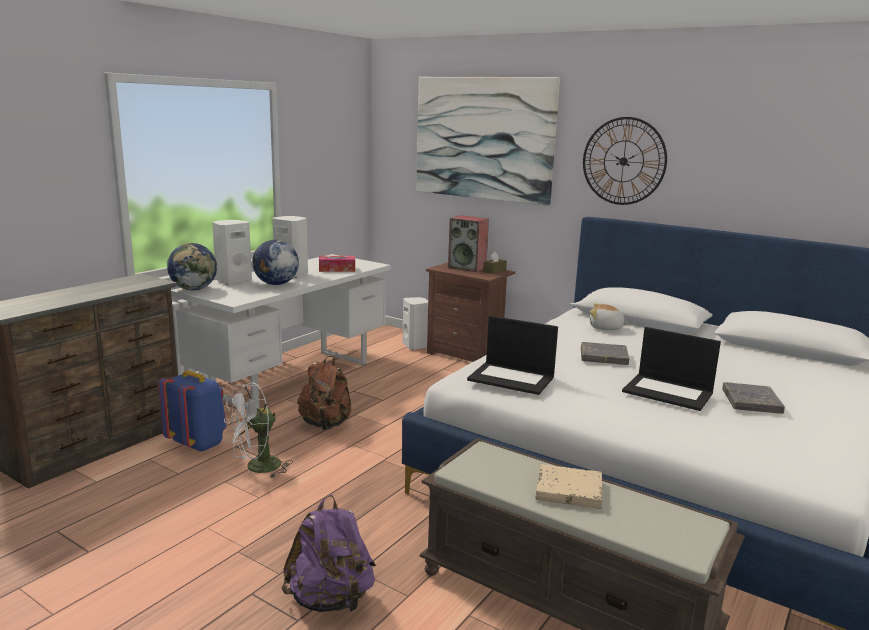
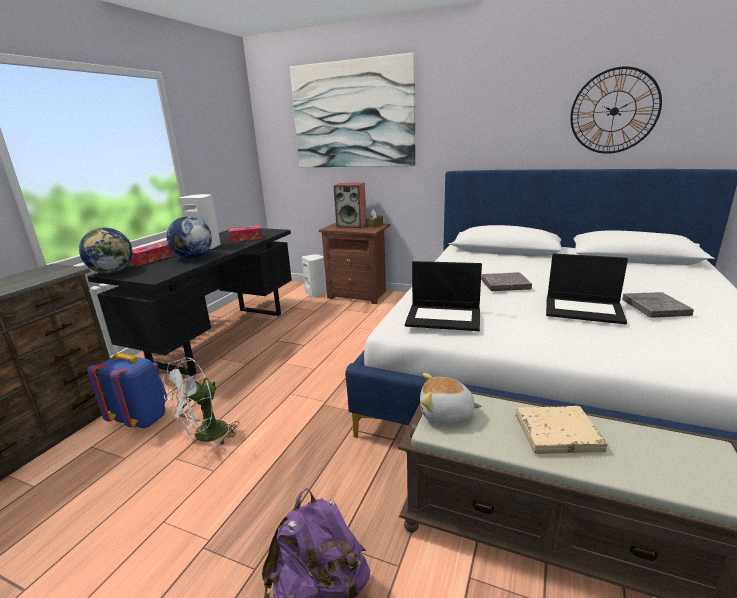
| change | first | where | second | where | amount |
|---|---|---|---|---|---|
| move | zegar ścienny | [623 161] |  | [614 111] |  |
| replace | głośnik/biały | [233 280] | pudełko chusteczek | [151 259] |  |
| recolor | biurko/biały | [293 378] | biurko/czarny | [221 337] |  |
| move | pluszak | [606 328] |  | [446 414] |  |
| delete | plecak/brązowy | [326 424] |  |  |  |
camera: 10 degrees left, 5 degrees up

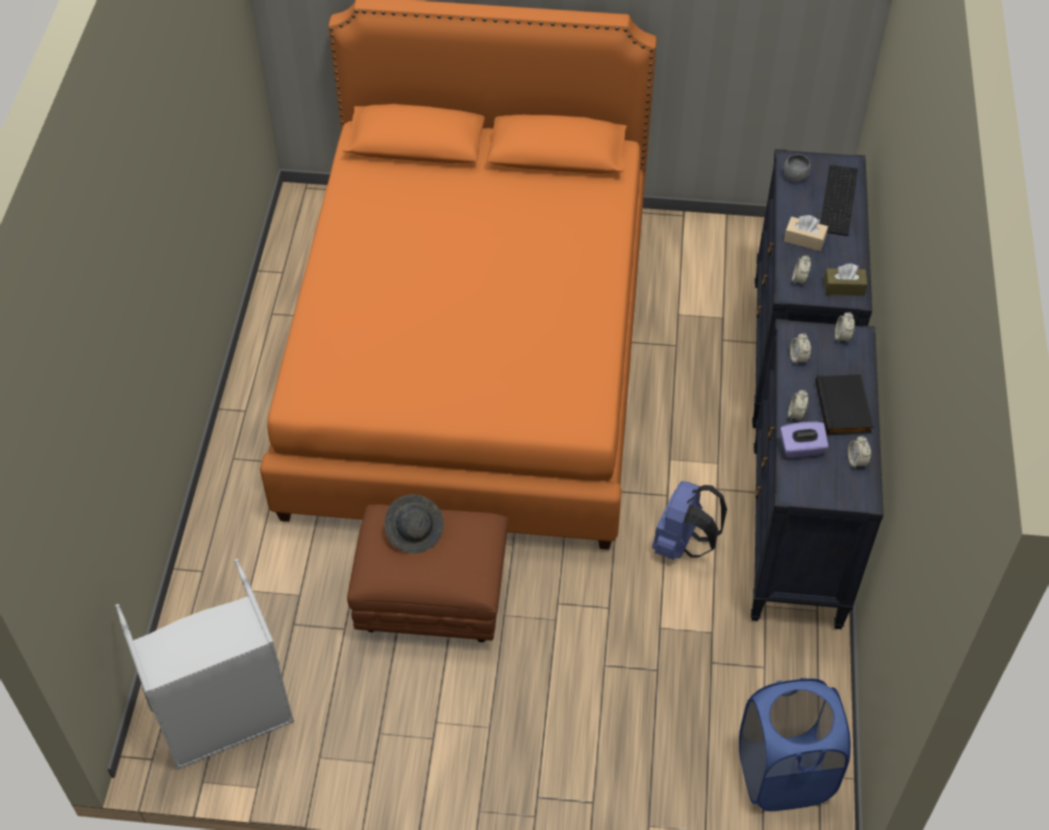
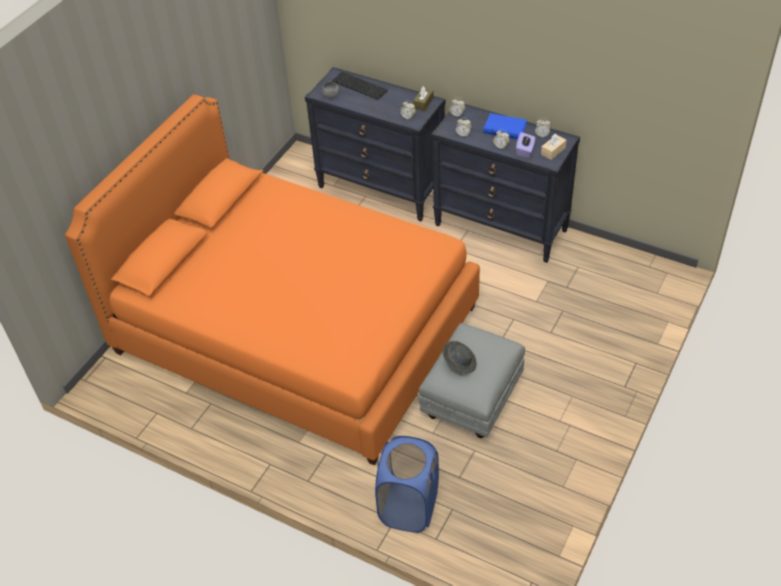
| change | first | where | second | where | amount |
|---|---|---|---|---|---|
| move | pudełko chusteczek/beżowy | [804 239] |  | [553 151] |  |
| recolor | książka/czarny | [844 408] | książka/niebieski | [505 128] |  |
| delete | plecak/niebieski | [683 543] |  |  |  |
| recolor | pufa/brązowy | [434 599] | pufa/szary | [472 398] |  |
| delete | kosz na pranie/szary | [225 718] |  |  |  |
| move | kosz na pranie/niebieski | [784 774] |  | [409 507] |  |
camera: 65 degrees left, 5 degrees down

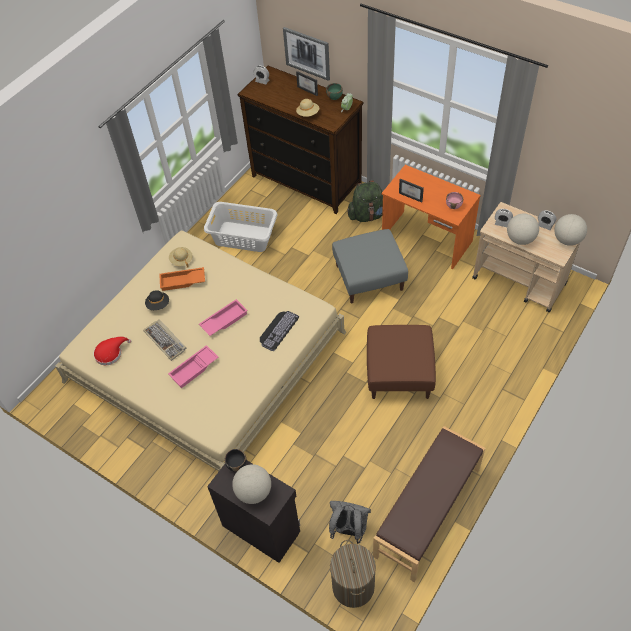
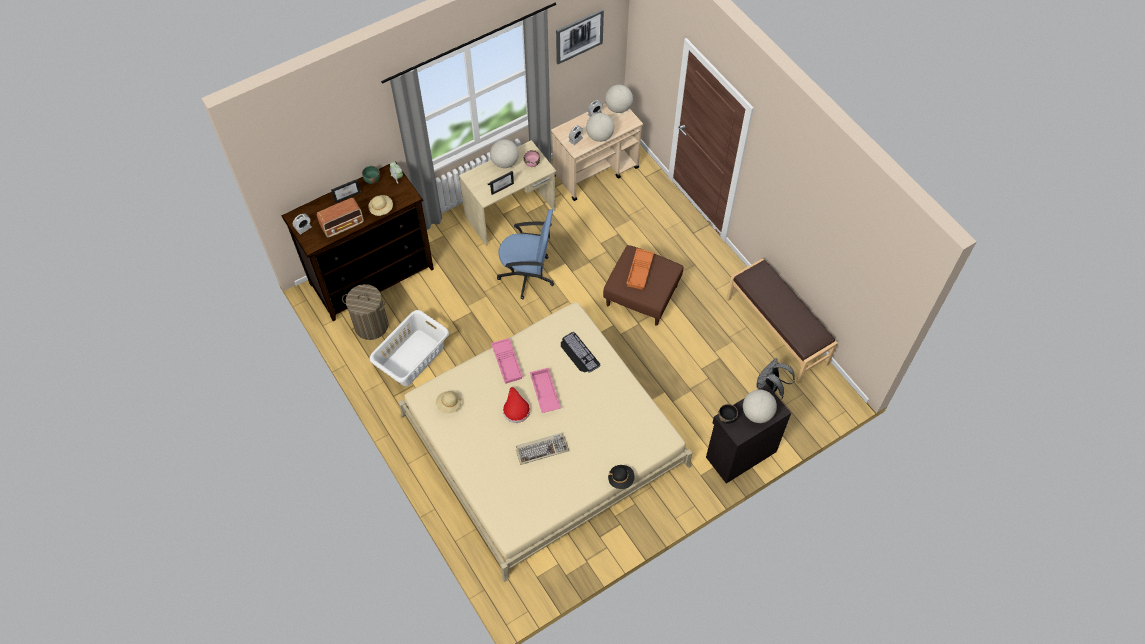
| change | first | where | second | where | amount |
|---|---|---|---|---|---|
| move | obraz | [307 53] |  | [579 36] |  |
| recolor | biurko/pomarańczowy | [426 240] | biurko/beżowy | [511 214] |  |
| delete | plecak/zielony | [368 215] |  |  |  |
| replace | pufa/szary | [369 278] | krzesło biurowe/niebieski | [528 275] |  |
| move | taca/pomarańczowy | [182 282] |  | [640 271] |  |
| move | kapelusz/czarny | [158 304] |  | [621 479] |  |
| move | kapelusz/czerwony | [110 353] |  | [515 408] |  |
| move | taca/różowy | [194 369] |  | [508 362] |  |
| move | kosz na pranie | [353 586] |  | [371 325] |  |
| insert |  |  | globus | [505 162] |  |
| insert |  |  | radio | [343 225] |  |
camera: 70 degrees left, 5 degrees up

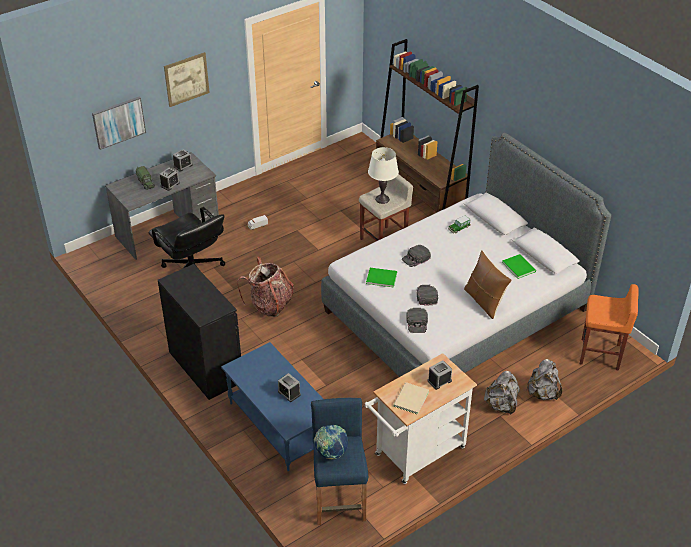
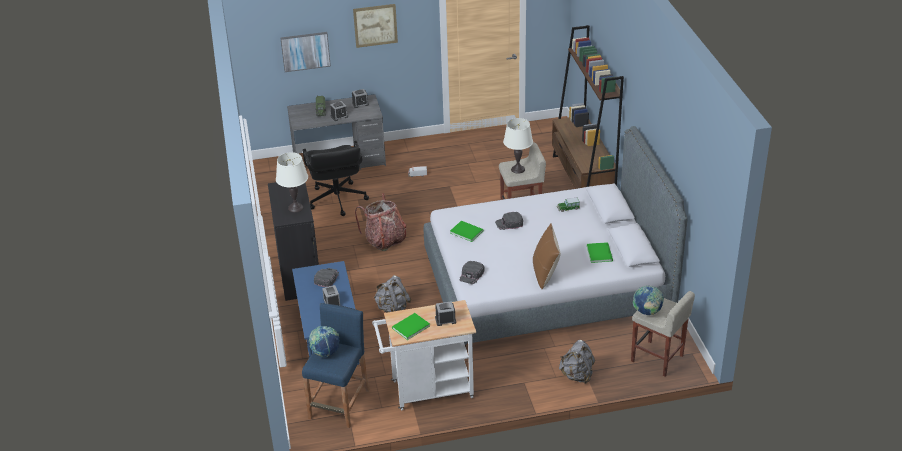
| change | first | where | second | where | amount |
|---|---|---|---|---|---|
| recolor | stołek/pomarańczowy | [600 354] | stołek/beżowy | [657 359] |  |
| move | czapka z daszkiem/czarny | [426 295] |  | [326 278] |  |
| move | plecak/szary | [501 405] |  | [392 308] |  |
| recolor | książka/beżowy | [410 399] | książka/zielony | [409 327] |  |
| insert |  |  | lampa stołowa/biały | [295 208] |  |
| insert |  |  | globus | [647 312] |  |
camera: 25 degrees right, 5 degrees down

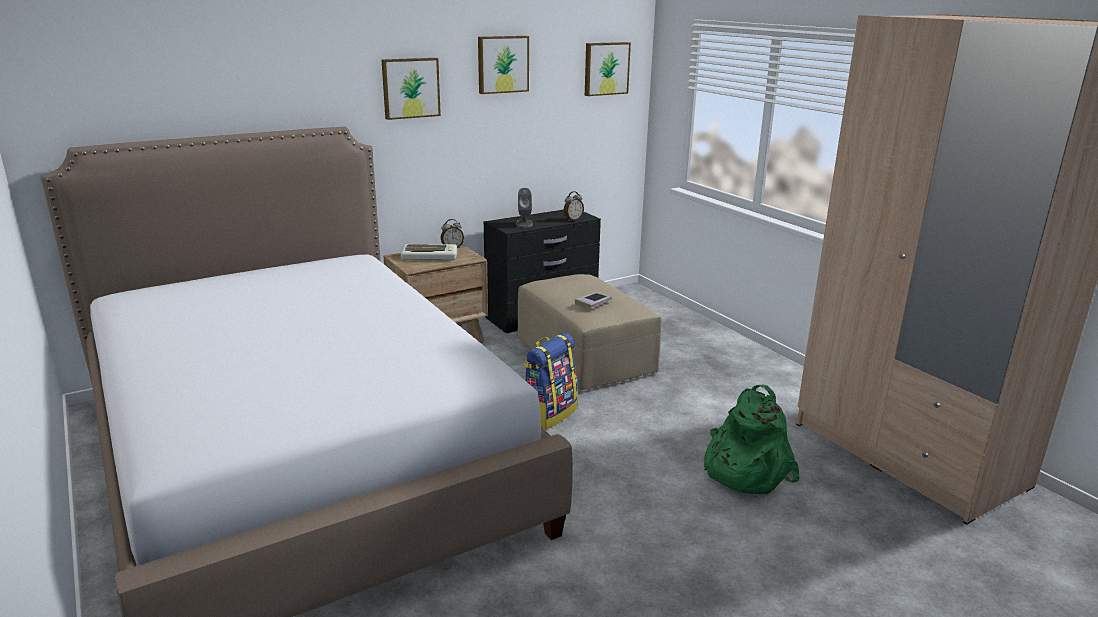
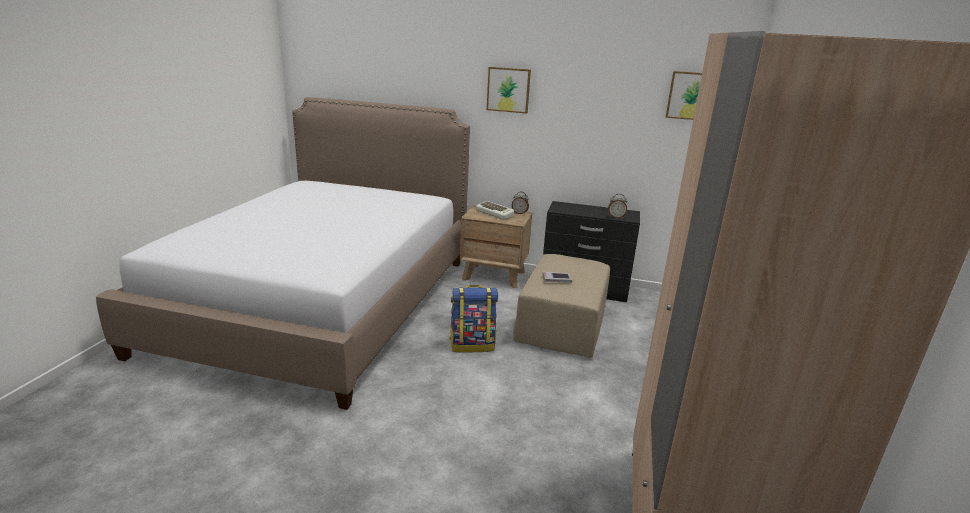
| change | first | where | second | where | amount |
|---|---|---|---|---|---|
| delete | obraz | [502 64] |  |  |  |
| delete | głośnik/szary | [524 223] |  |  |  |
| delete | plecak/zielony | [743 470] |  |  |  |
camera: 45 degrees right, 0 degrees up

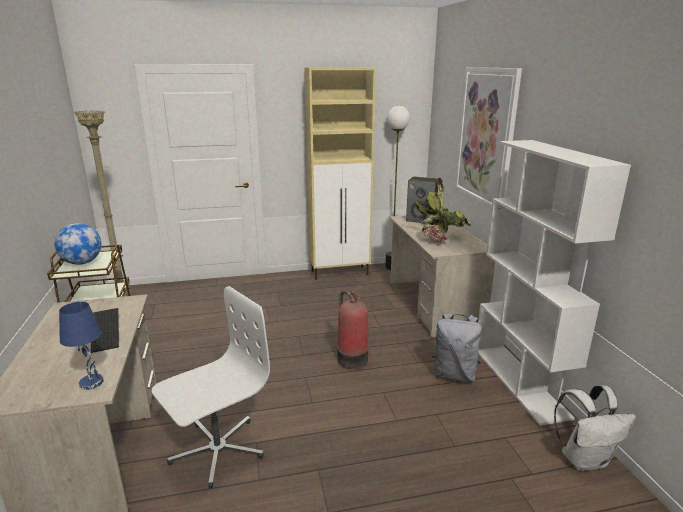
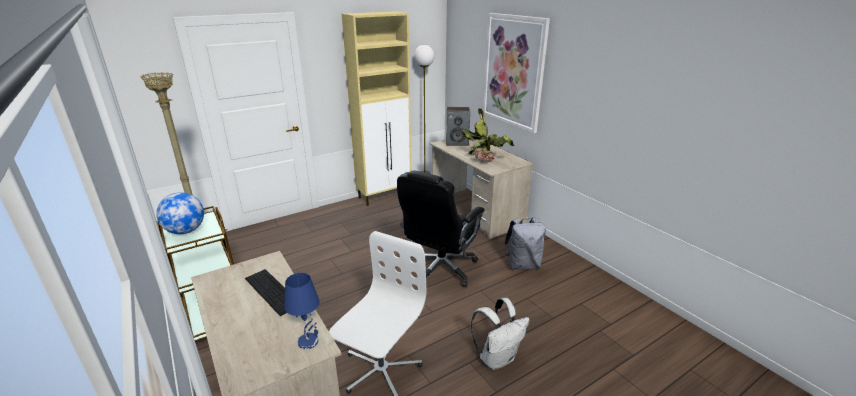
| change | first | where | second | where | amount |
|---|---|---|---|---|---|
| delete | regał/biały | [520 381] |  |  |  |
| replace | gaśnica | [351 358] | krzesło biurowe/czarny | [440 269] |  |
| move | plecak/biały | [584 459] |  | [497 358] |  |
camera: 20 degrees left, 5 degrees up

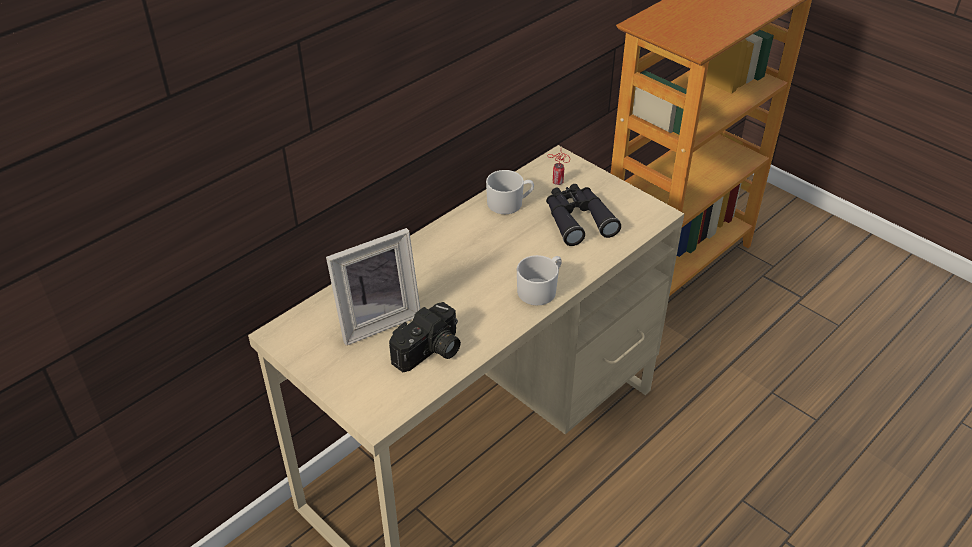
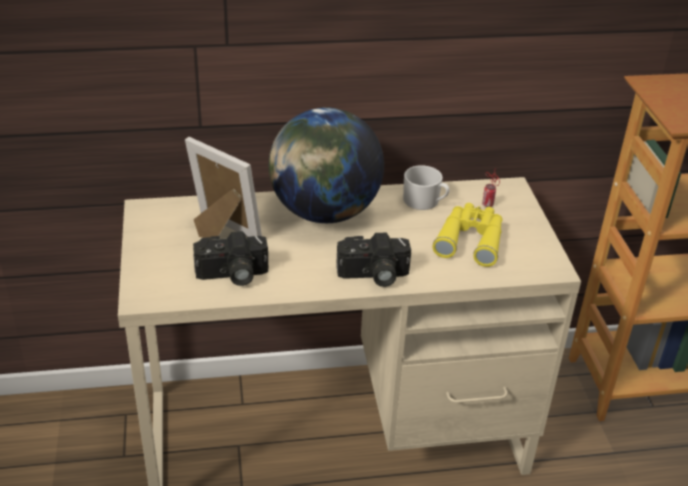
| change | first | where | second | where | amount |
|---|---|---|---|---|---|
| recolor | lornetka/czarny | [577 220] | lornetka/żółty | [470 240] |  |
| rotate | ramka na zdjęcie | [376 319] |  | [221 233] | 150 degrees counterclockwise |
| replace | kubek/biały | [540 289] | aparat fotograficzny | [373 275] |  |
| insert |  |  | globus | [324 212] |  |
camera: 35 degrees right, 5 degrees down

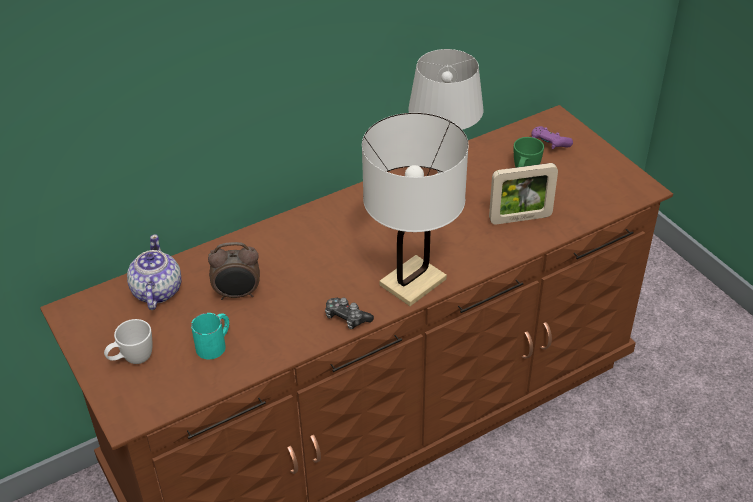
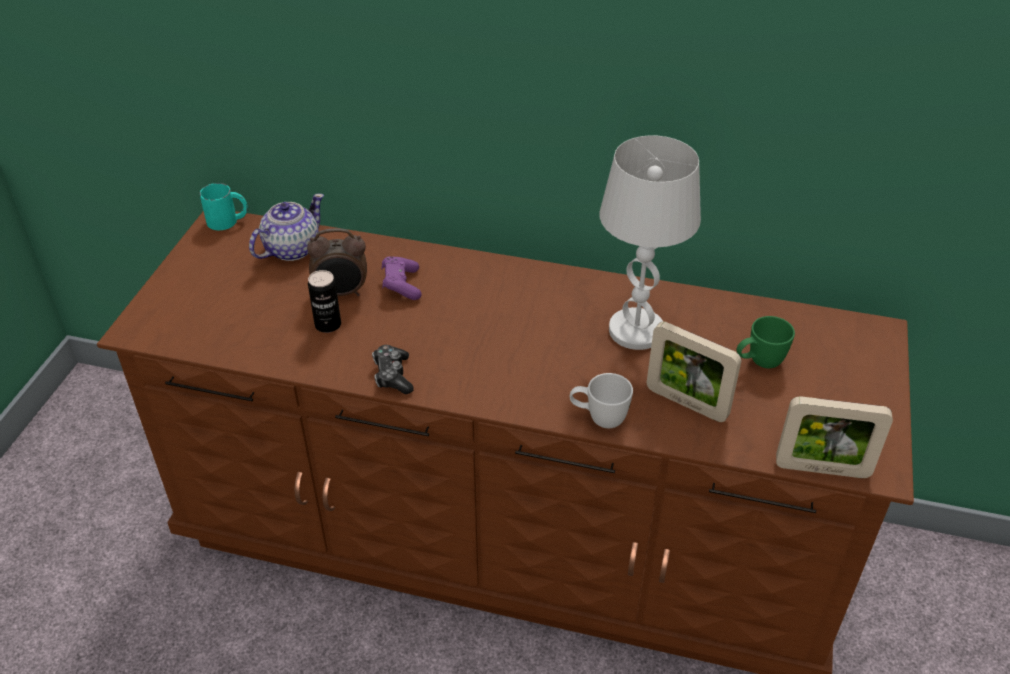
| change | first | where | second | where | amount |
|---|---|---|---|---|---|
| delete | lampa stołowa/biały | [413 282] |  |  |  |
| move | pad do gier/fioletowy | [549 145] |  | [401 285] |  |
| rotate | budzik | [238 294] |  | [342 293] | 45 degrees counterclockwise |
| move | kubek/turkusowy | [215 344] |  | [228 221] |  |
| move | kubek/biały | [132 360] |  | [598 418] |  |
| insert |  |  | puszka | [328 325] |  |
| insert |  |  | ramka na zdjęcie | [822 469] |  |
camera: 45 degrees right, 0 degrees up

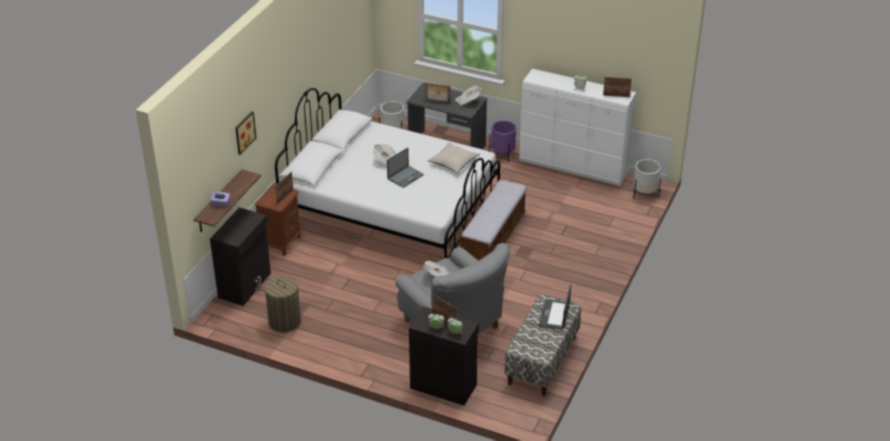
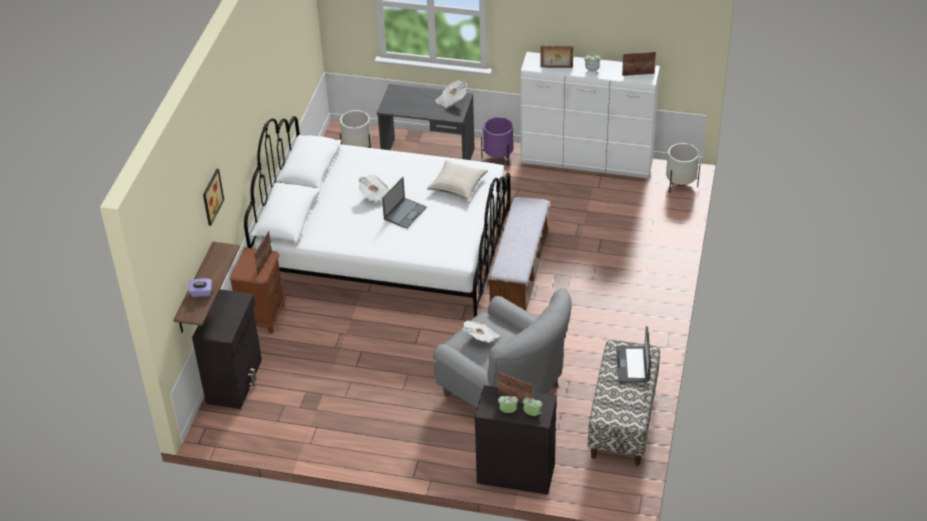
| change | first | where | second | where | amount |
|---|---|---|---|---|---|
| move | ramka na zdjęcie | [437 101] |  | [556 67] |  |
| delete | kosz na pranie | [284 321] |  |  |  |
camera: 10 degrees left, 5 degrees up

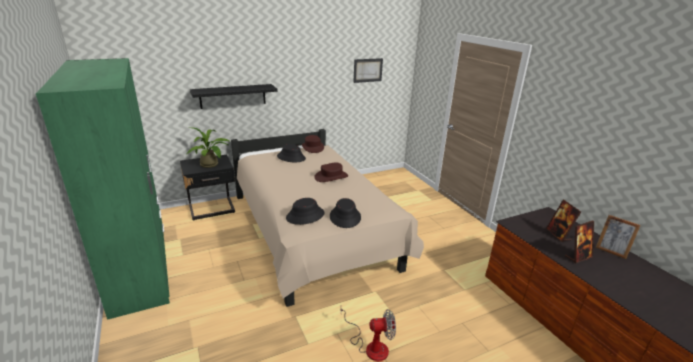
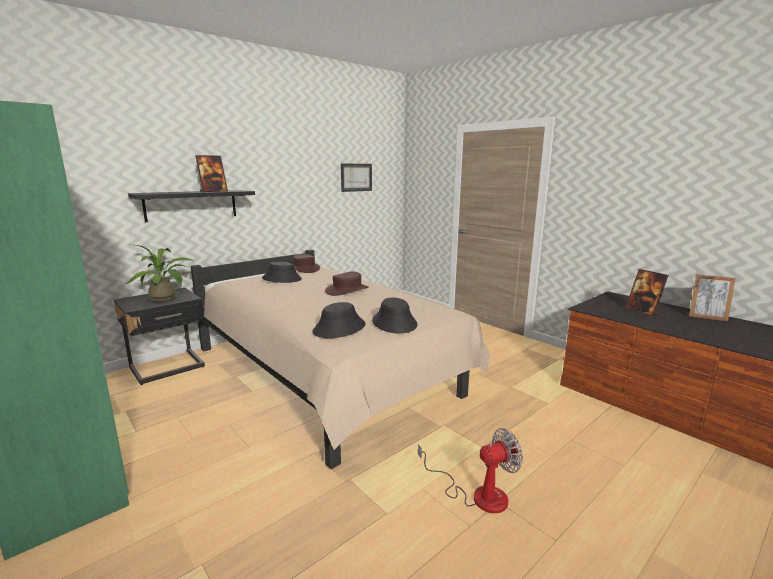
| change | first | where | second | where | amount |
|---|---|---|---|---|---|
| move | ramka na zdjęcie | [578 257] |  | [213 191] |  |
camera: 15 degrees left, 10 degrees down

